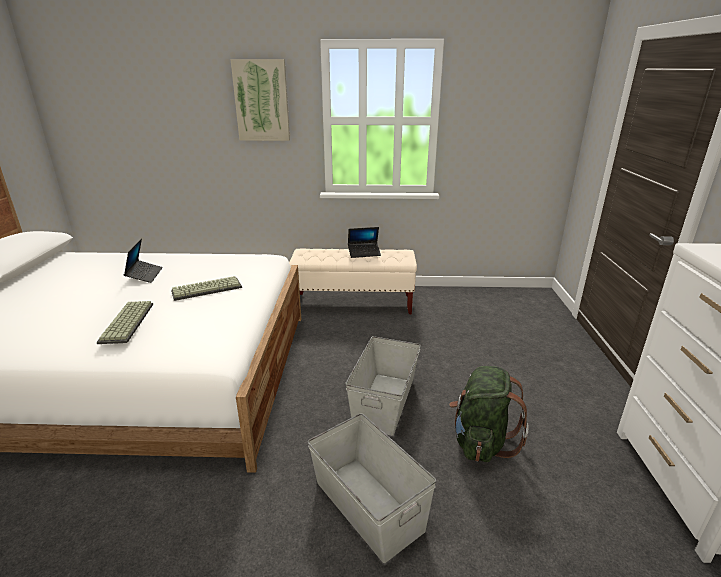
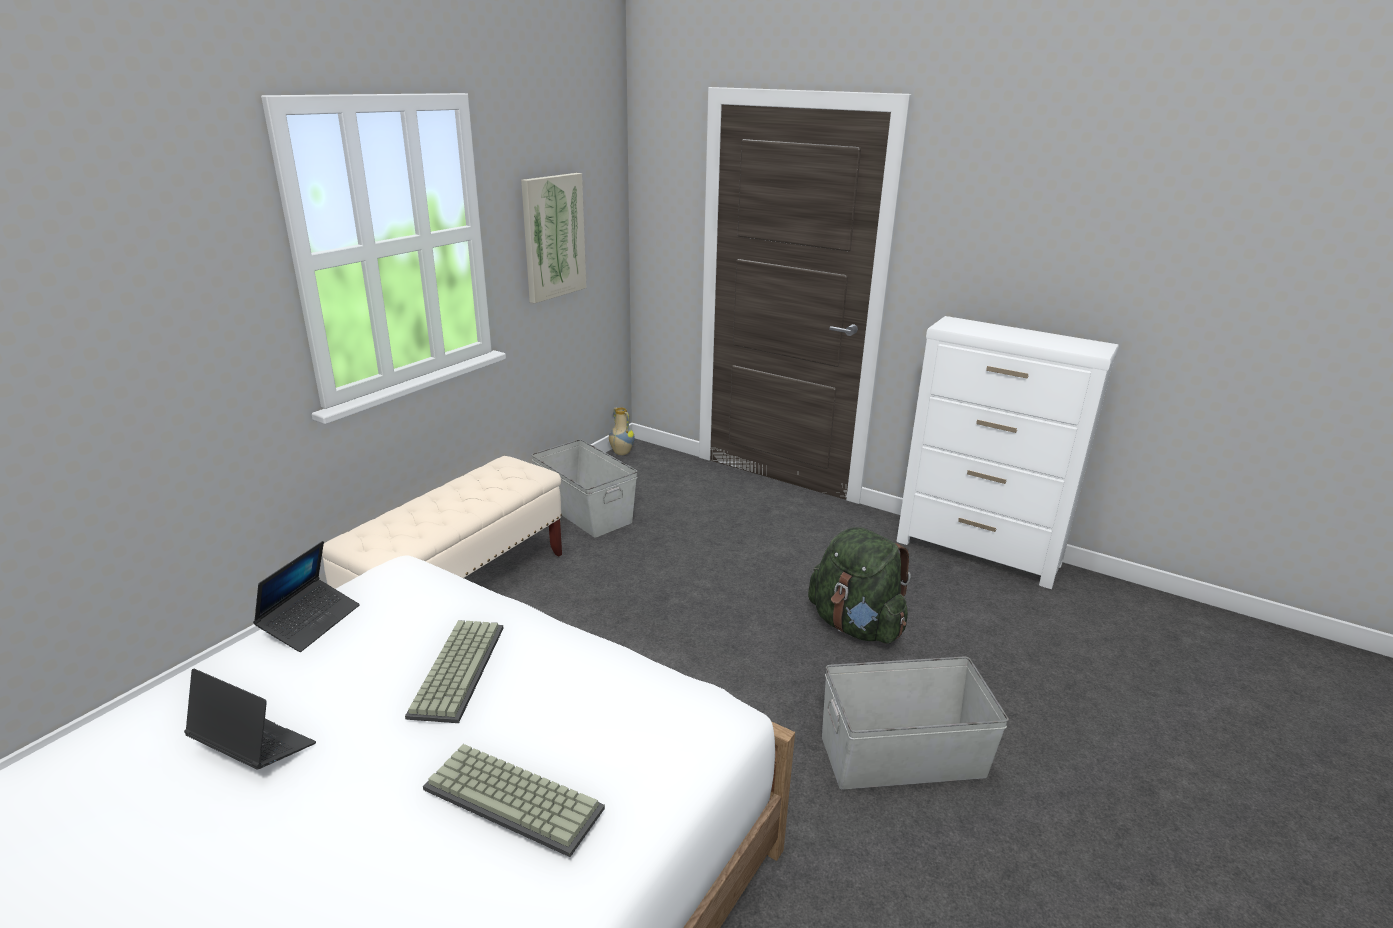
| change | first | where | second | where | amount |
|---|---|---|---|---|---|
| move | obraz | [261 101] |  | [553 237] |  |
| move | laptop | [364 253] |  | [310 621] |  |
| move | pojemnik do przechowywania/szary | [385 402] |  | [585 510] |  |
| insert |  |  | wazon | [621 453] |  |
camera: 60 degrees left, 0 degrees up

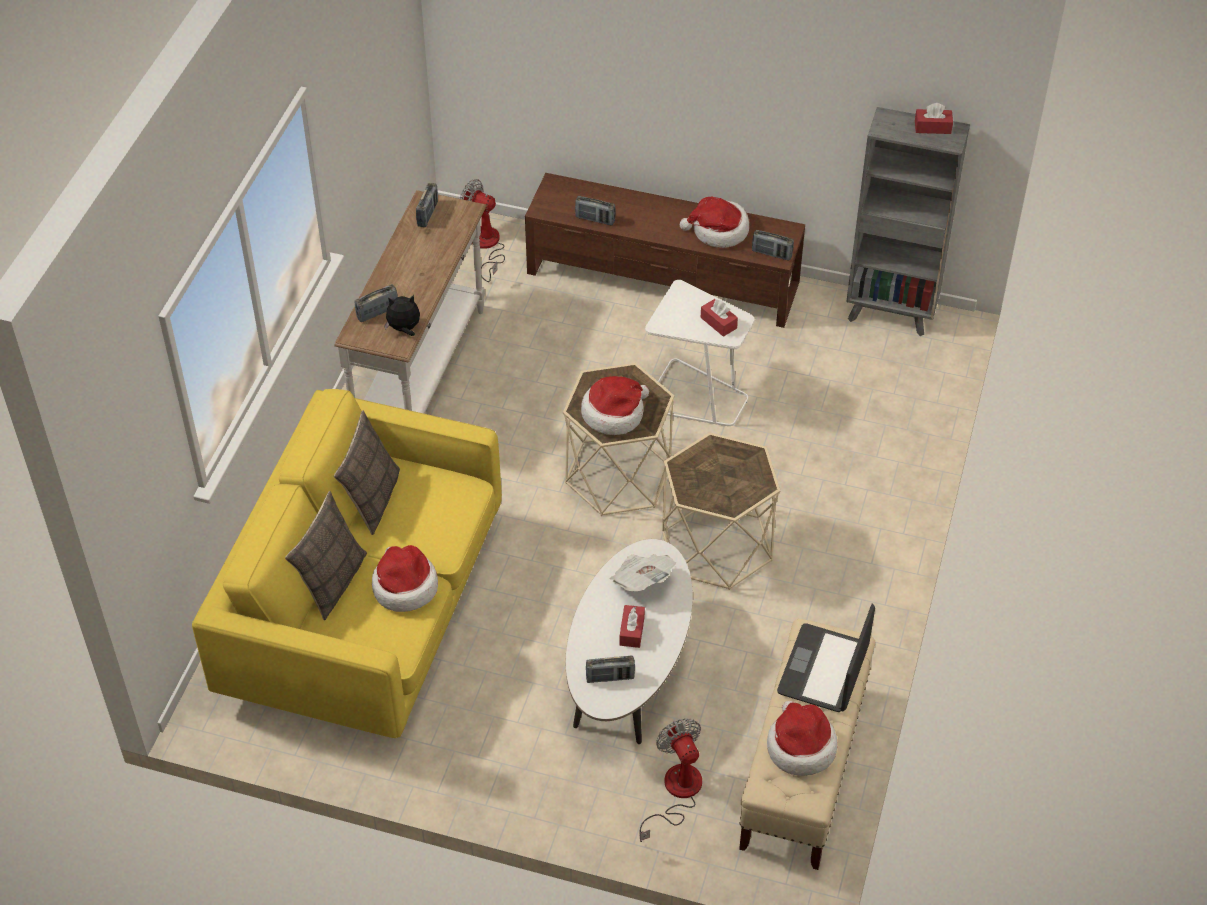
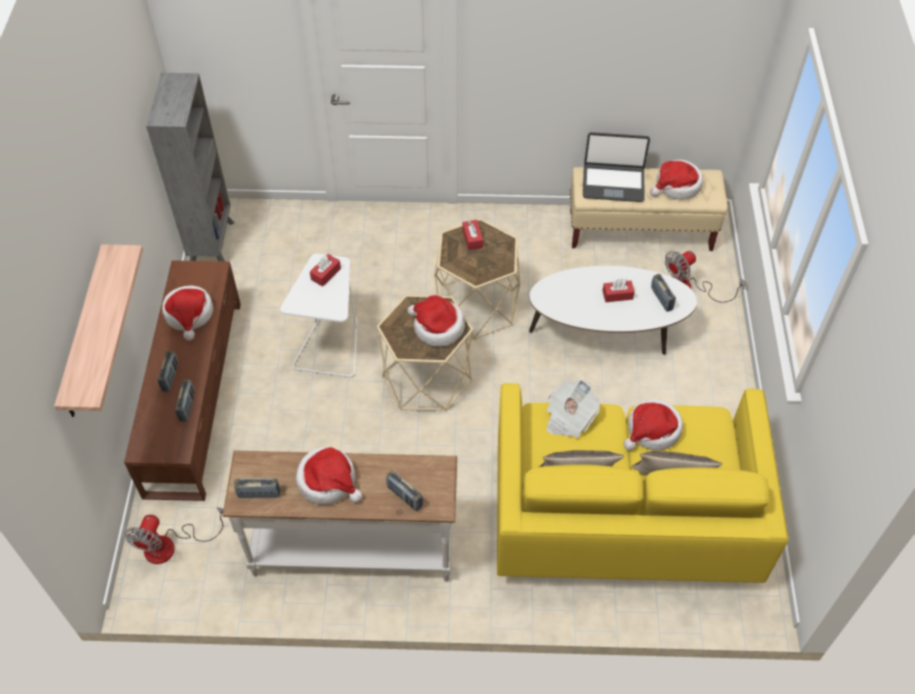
| change | first | where | second | where | amount |
|---|---|---|---|---|---|
| move | pudełko chusteczek/czerwony | [932 127] |  | [472 239] |  |
| move | radio | [771 254] |  | [170 377] |  |
| delete | pluszak | [404 329] |  |  |  |
| move | gazeta | [642 581] |  | [569 417] |  |
| insert |  |  | półka | [85 334] |  |
| insert |  |  | kapelusz | [328 481] |  |
camera: 105 degrees left, 5 degrees up

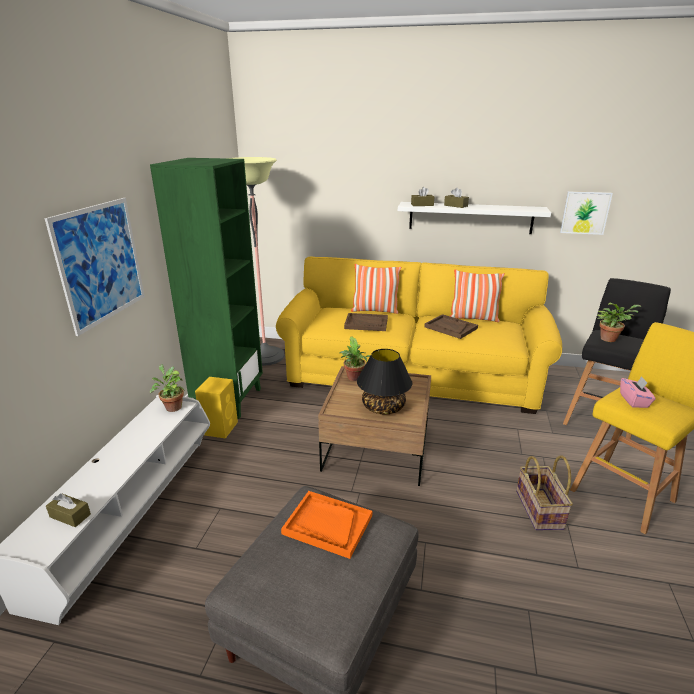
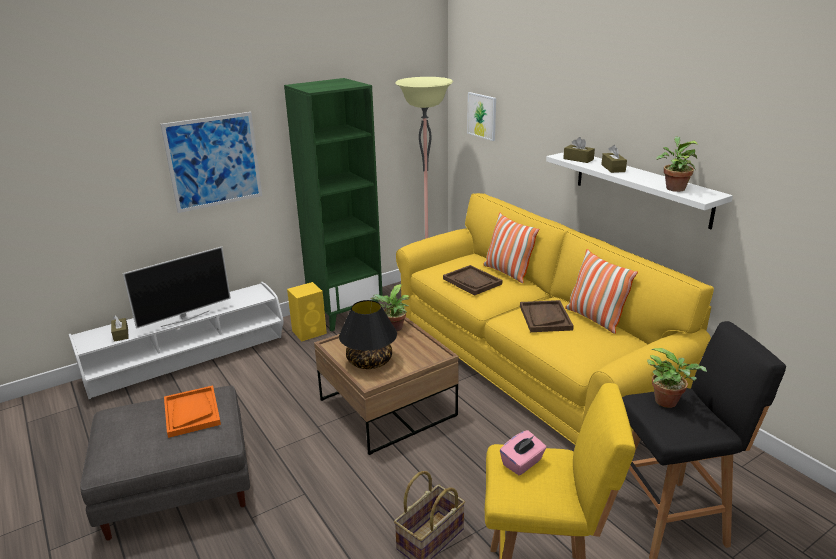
| change | first | where | second | where | amount |
|---|---|---|---|---|---|
| move | obraz | [585 213] |  | [482 116] |  |
| move | roślina doniczkowa | [172 407] |  | [673 188] |  |
| insert |  |  | telewizor | [185 318] |  |
camera: 45 degrees right, 0 degrees up

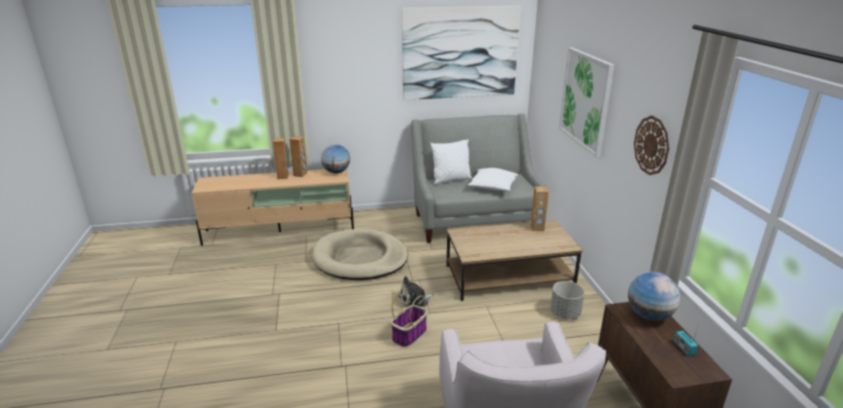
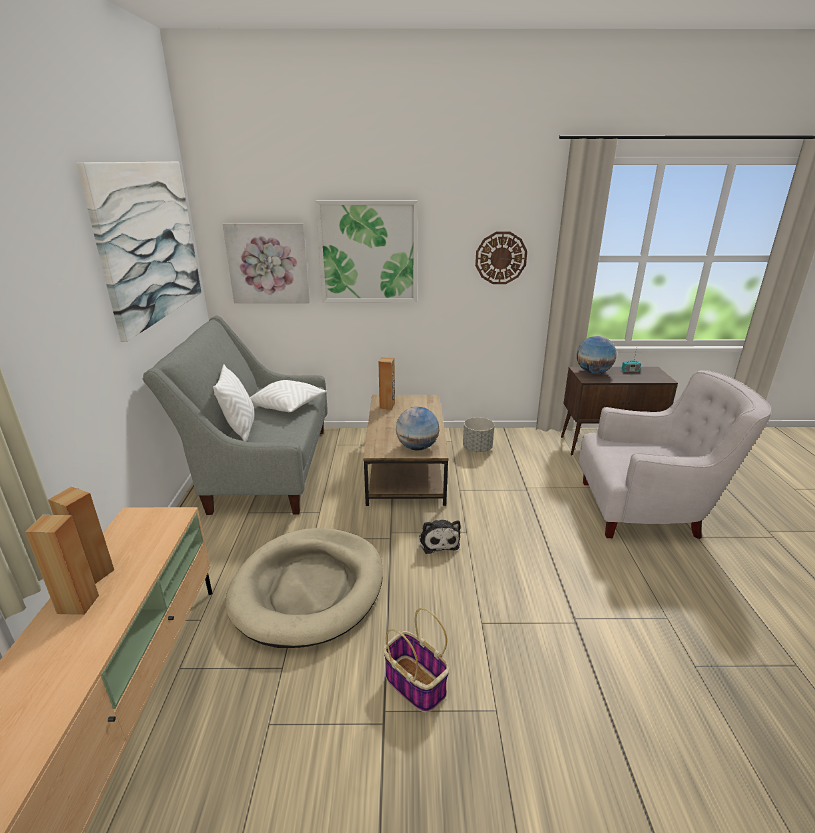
| change | first | where | second | where | amount |
|---|---|---|---|---|---|
| move | globus | [336 172] |  | [417 447] |  |
| move | koszyk | [409 334] |  | [414 683] |  |
| insert |  |  | obraz | [268 263] |  |
camera: 80 degrees left, 0 degrees up

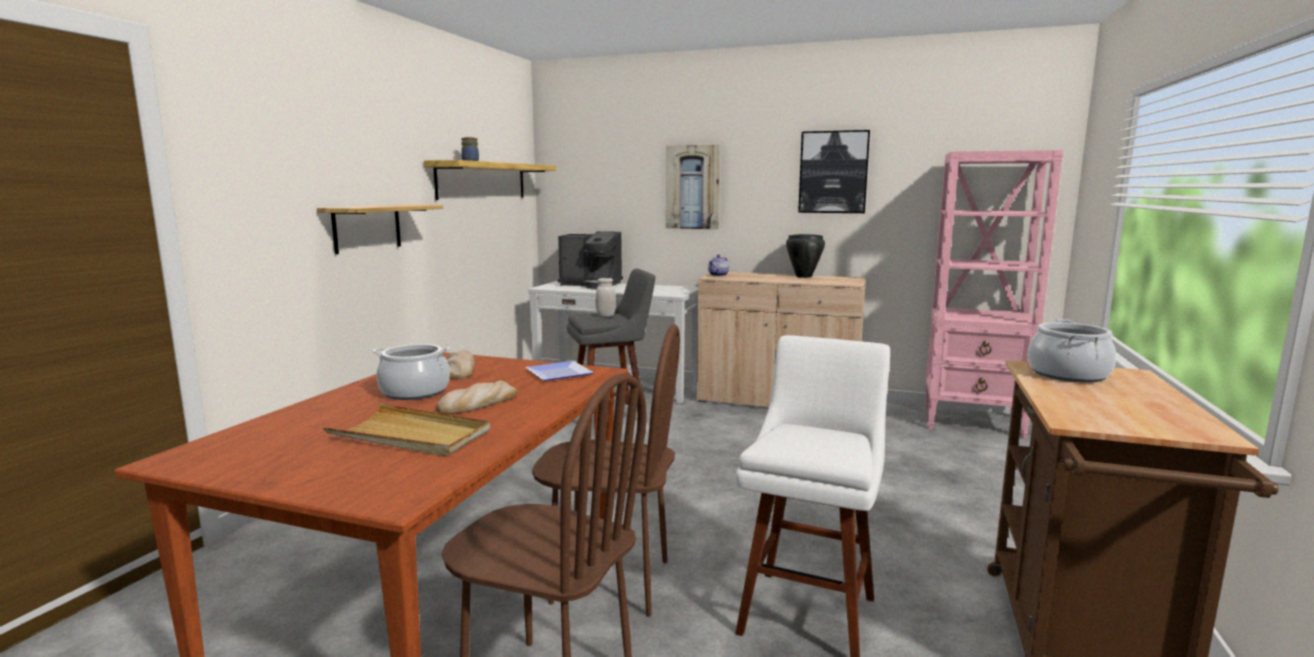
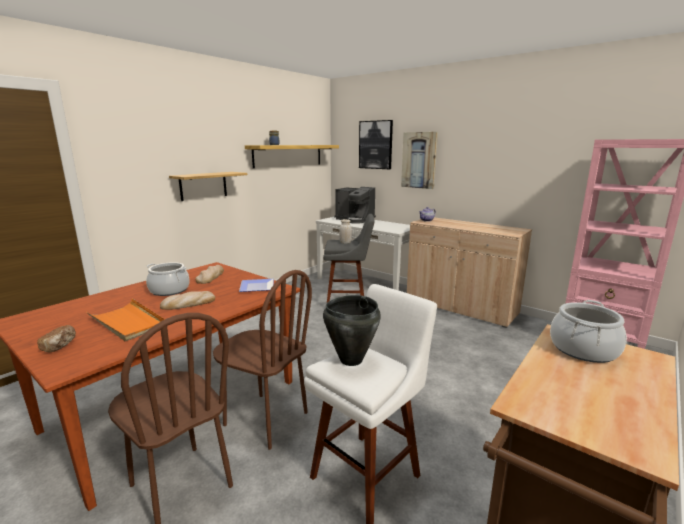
| change | first | where | second | where | amount |
|---|---|---|---|---|---|
| move | obraz | [833 172] |  | [376 145] |  |
| move | garnek/czarny | [803 276] |  | [350 360] |  |
| recolor | taca/beżowy | [411 435] | taca/pomarańczowy | [128 322] |  |
| insert |  |  | chleb | [60 346] |  |
camera: 20 degrees right, 5 degrees up

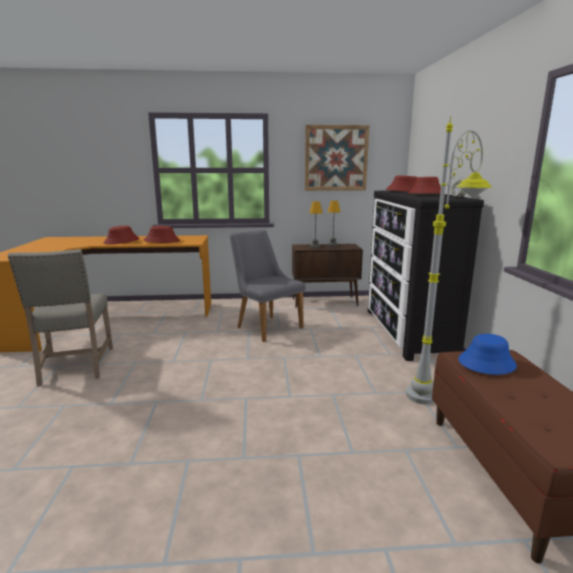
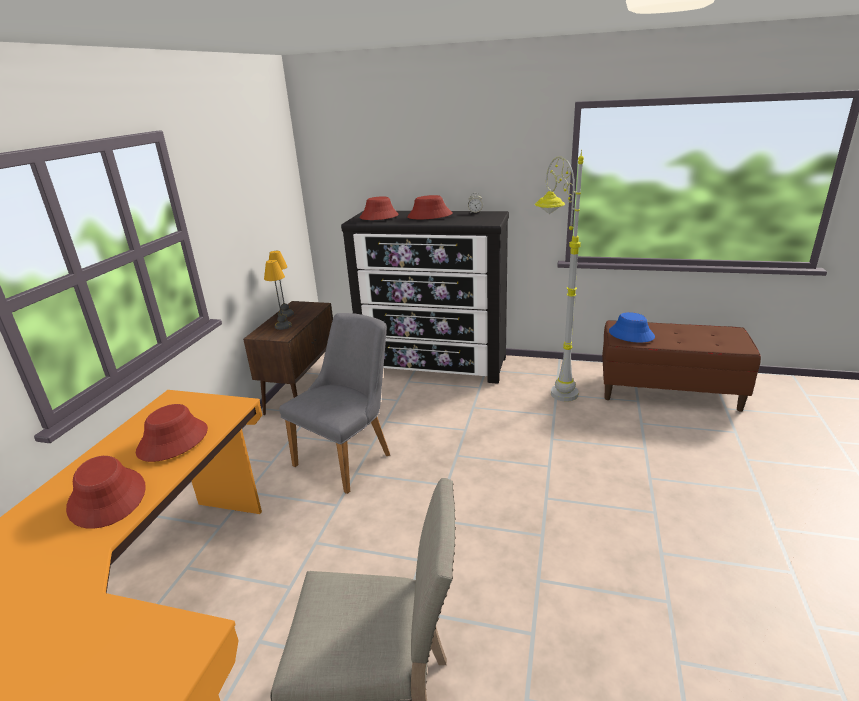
| change | first | where | second | where | amount |
|---|---|---|---|---|---|
| delete | obraz | [336 158] |  |  |  |
| rotate | krzesło/szary | [265 326] |  | [350 456] | 150 degrees clockwise |
camera: 70 degrees left, 10 degrees up

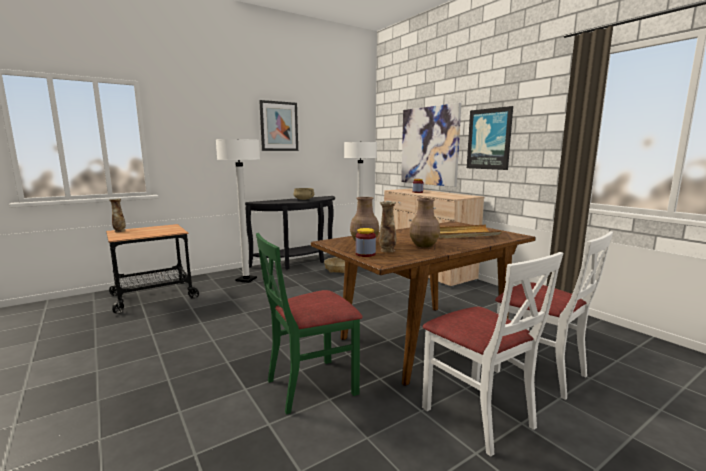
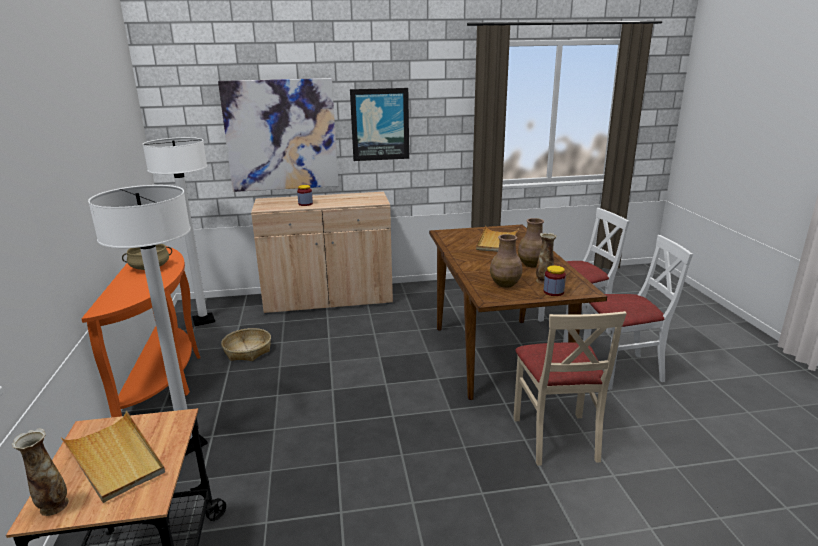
| change | first | where | second | where | amount |
|---|---|---|---|---|---|
| delete | obraz | [279 126] |  |  |  |
| recolor | stolik konsolowy/czarny | [298 262] | stolik konsolowy/pomarańczowy | [166 378] |  |
| recolor | krzesło/zielony | [311 385] | krzesło/beżowy | [556 438] |  |
| insert |  |  | taca/beżowy | [115 459] |  |
camera: 65 degrees left, 10 degrees up

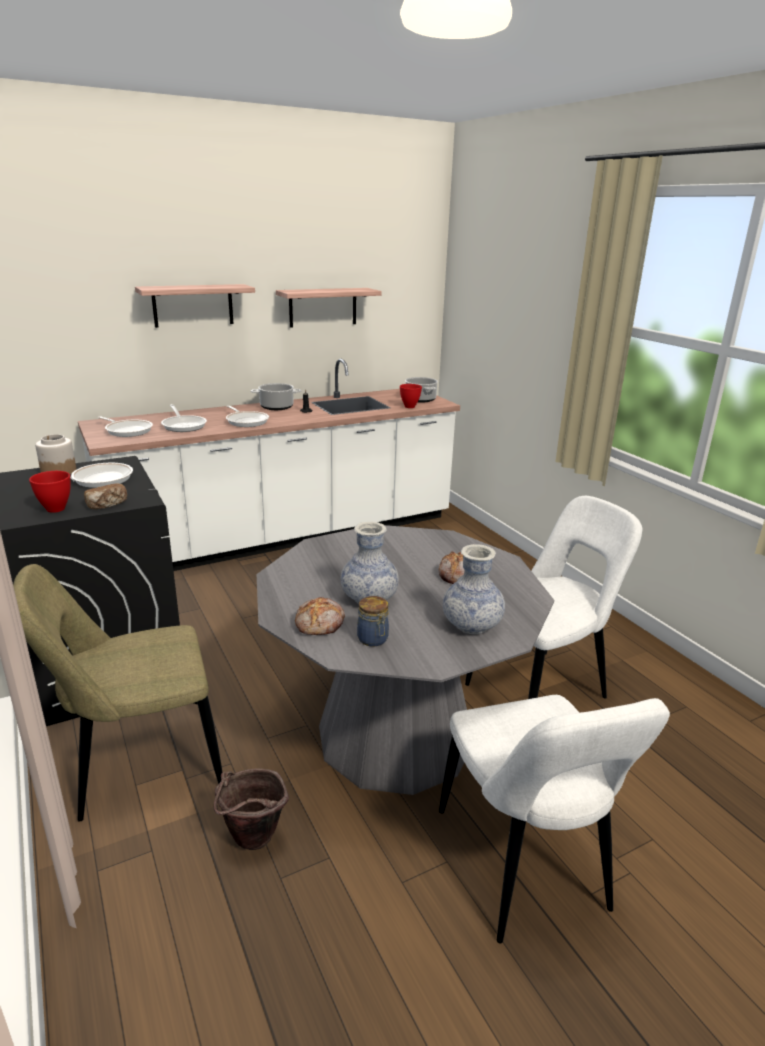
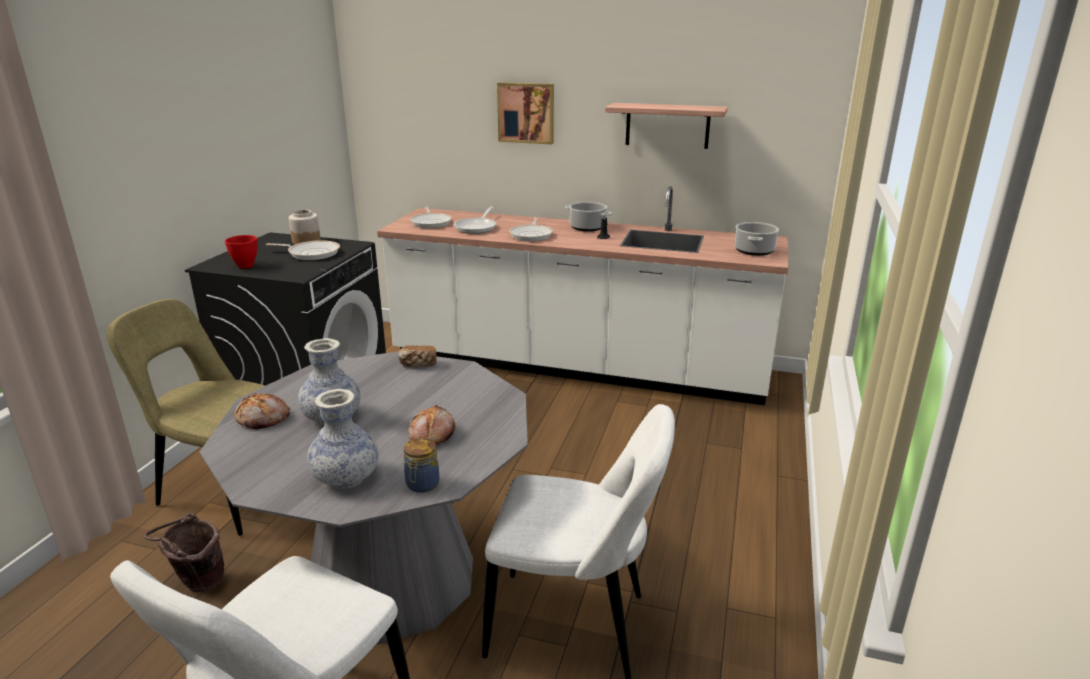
| change | first | where | second | where | amount |
|---|---|---|---|---|---|
| replace | półka | [193 305] | obraz | [526 113] |  |
| delete | miska/czerwony | [409 406] |  |  |  |
| move | chleb | [107 505] |  | [418 364] |  |
| move | słoik | [373 639] |  | [422 485] |  |
camera: 45 degrees right, 0 degrees up

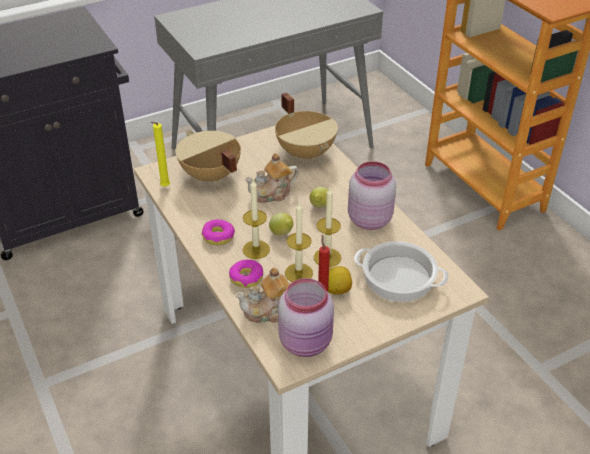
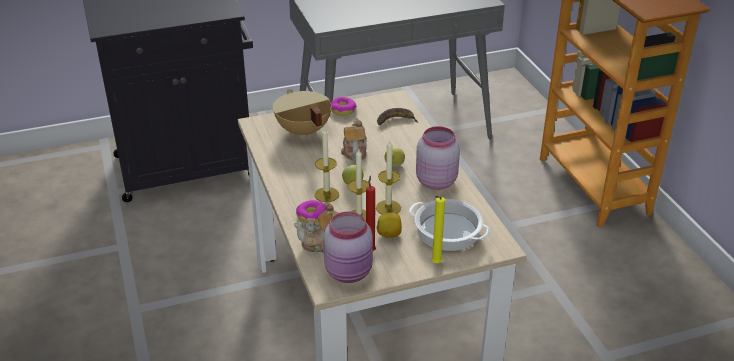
| change | first | where | second | where | amount |
|---|---|---|---|---|---|
| replace | garnek/beżowy | [306 152] | banan | [395 120] |  |
| move | świeca/żółty | [164 187] |  | [435 264] |  |
| rotate | imbryk | [272 193] |  | [354 151] | 105 degrees clockwise |
| move | donut | [218 236] |  | [343 110] |  |
camera: 10 degrees right, 5 degrees down

